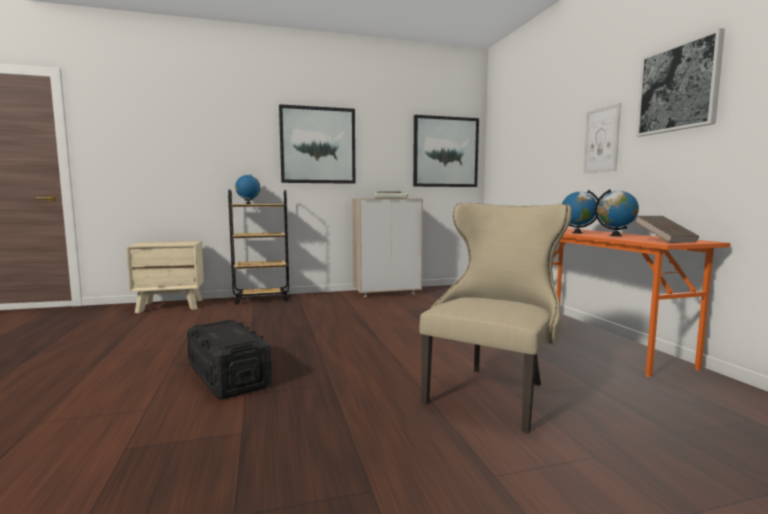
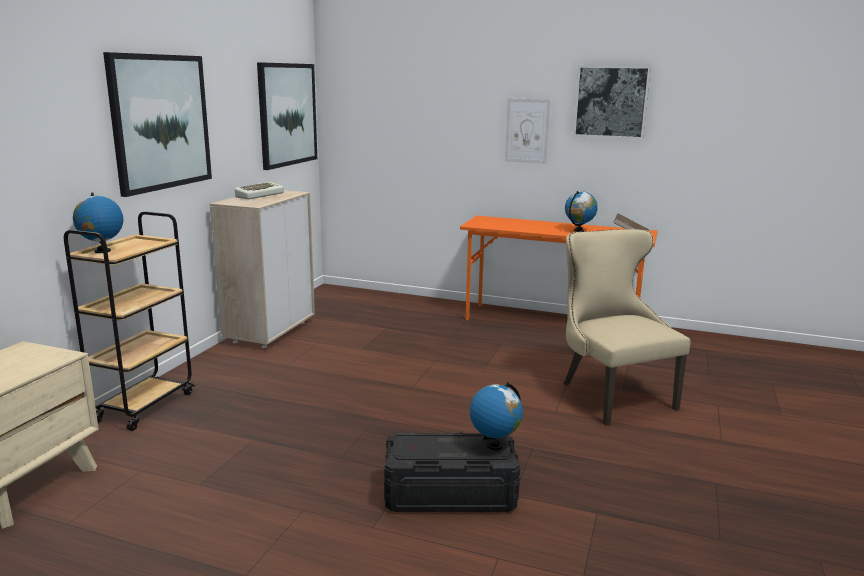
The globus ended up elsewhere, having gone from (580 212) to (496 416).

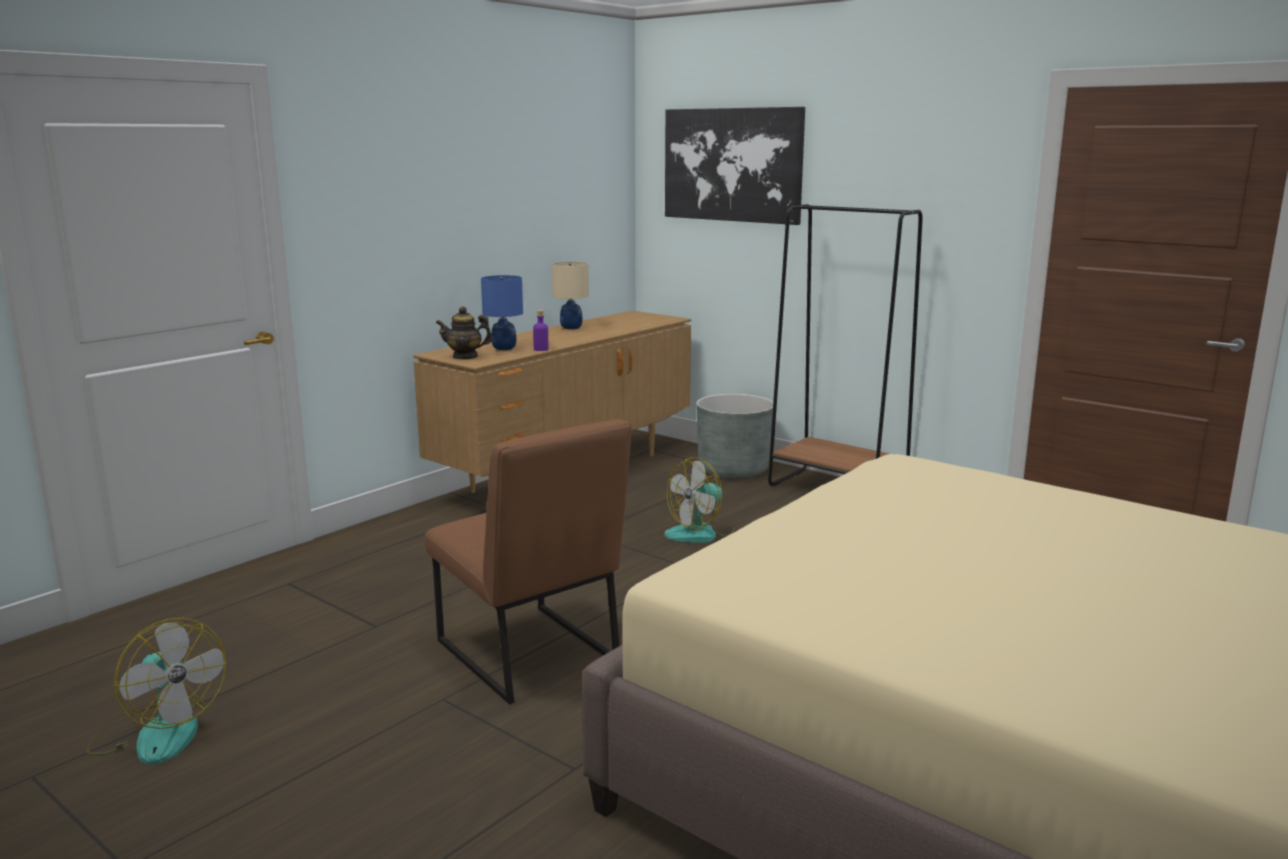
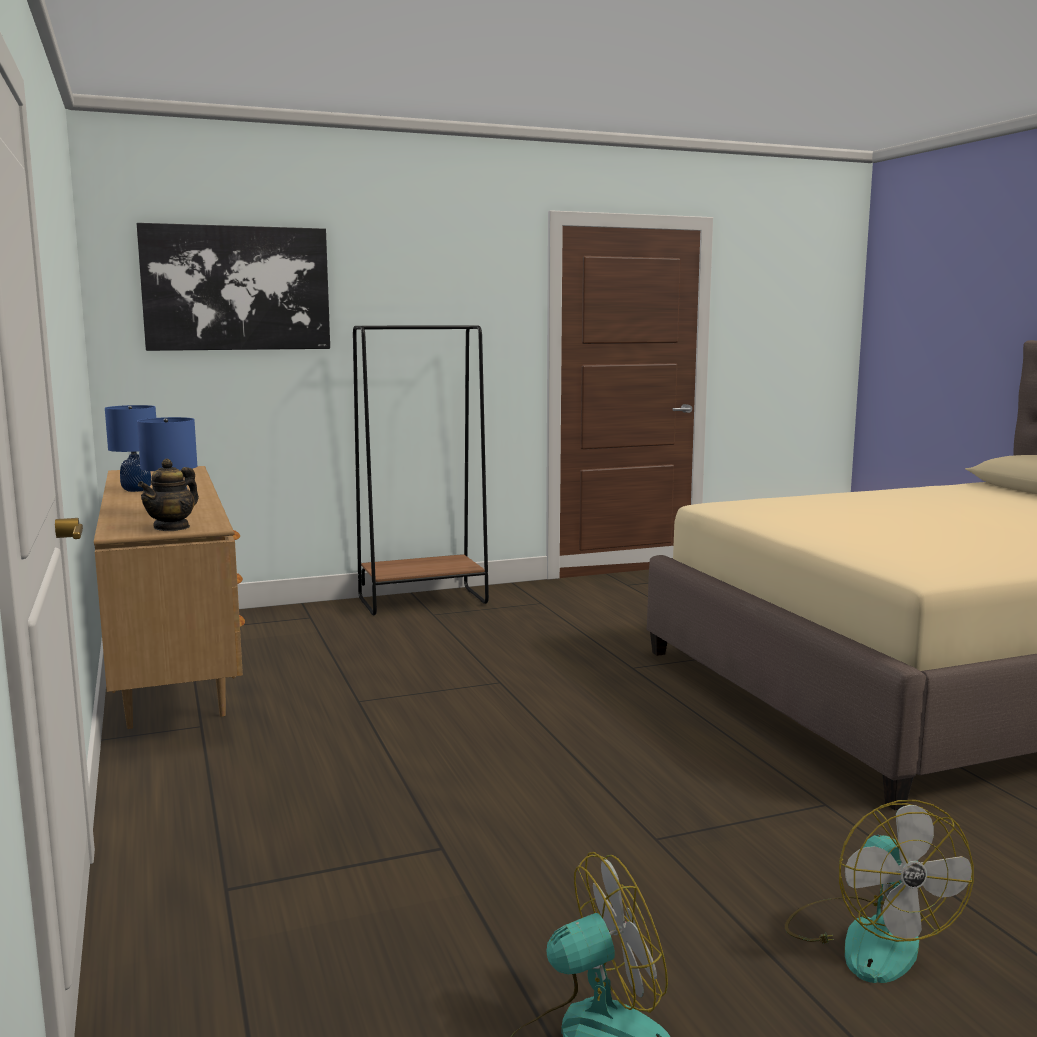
What was the lampa stołowa [beżowy] at (570 295) turned into the lampa stołowa [niebieski] at (130 448). The second view lost the butelka [fioletowy] at (540 330). The second view lost the donica [szary] at (734 436). The second view lost the krzesło [brązowy] at (528 562). The wentylator ended up elsewhere, having gone from (699 500) to (879 891).

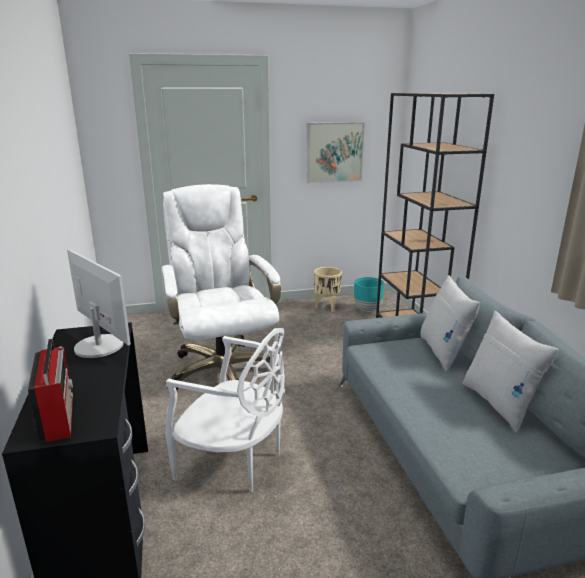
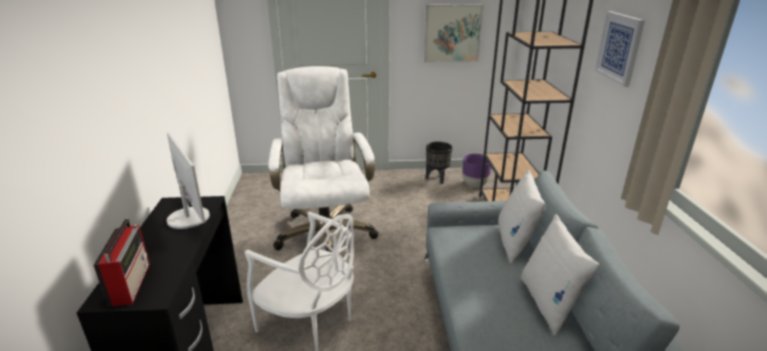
What was the donica [beżowy] at (328 289) turned into the donica [czarny] at (439 162). What was the donica [turkusowy] at (369 294) turned into the donica [fioletowy] at (476 170). The second view gained the obraz at (620 49).

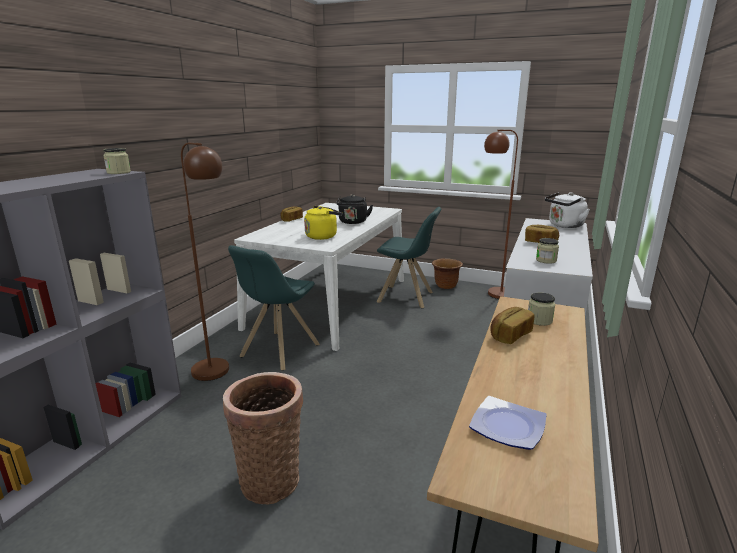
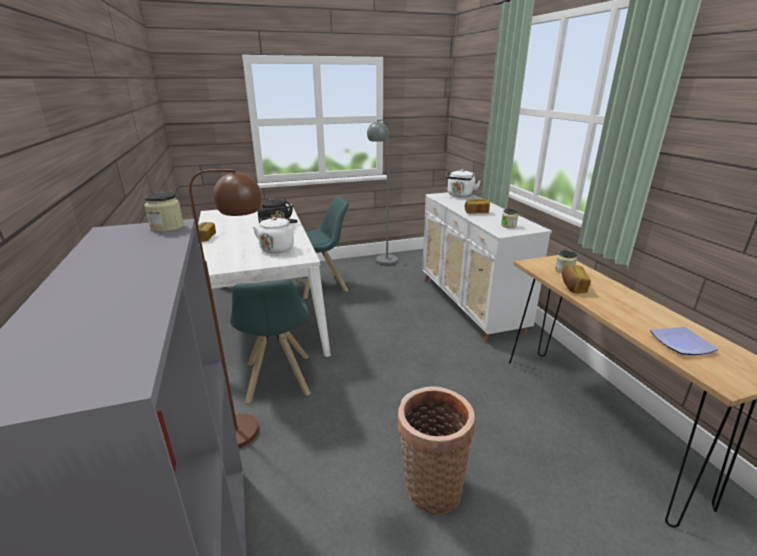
What was the lampa stojąca [brązowy] at (501 214) turned into the lampa stojąca [szary] at (382 192). What was the czajnik [żółty] at (323 223) turned into the czajnik [biały] at (275 235). The second view lost the donica [brązowy] at (447 273).

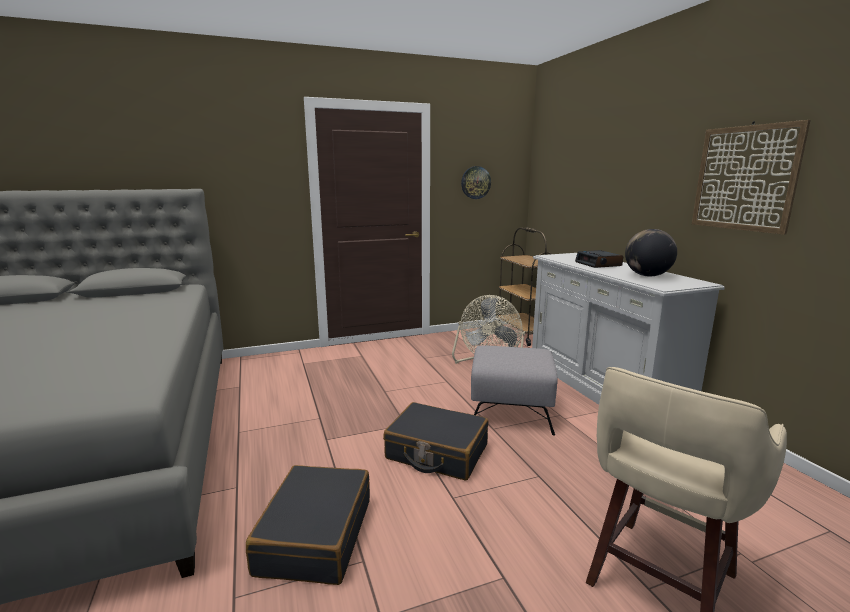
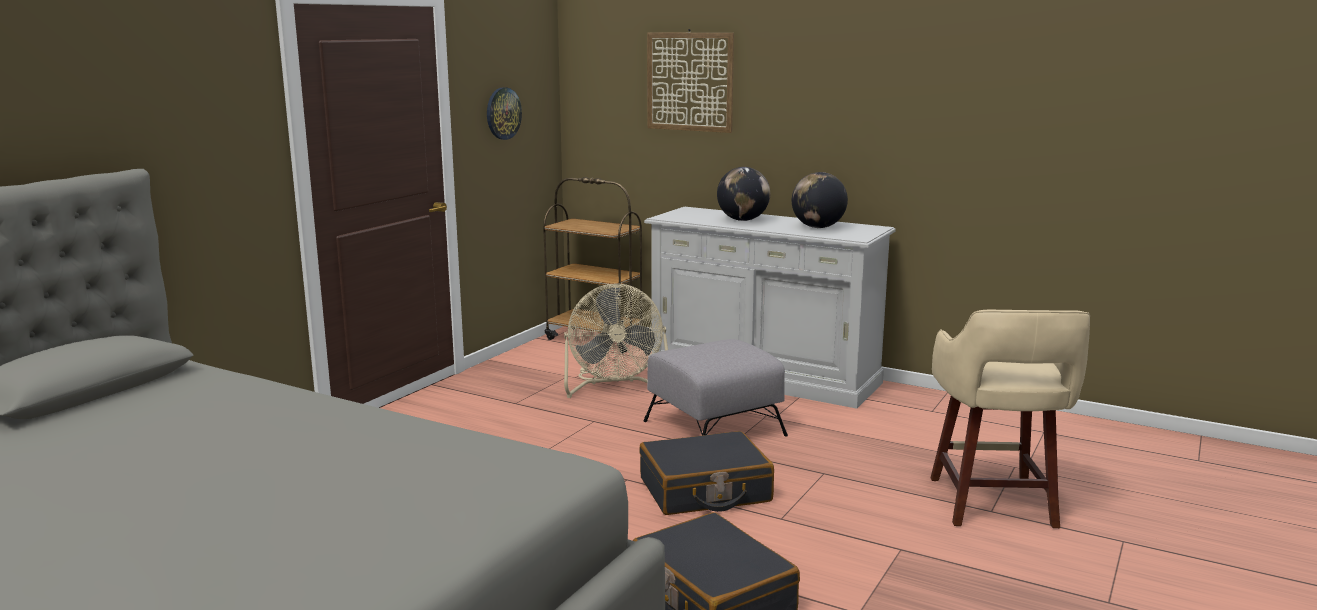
The obraz ended up elsewhere, having gone from (751 177) to (690 81). Where the budzik stood at (599 259), the globus came to stand at (743 194).

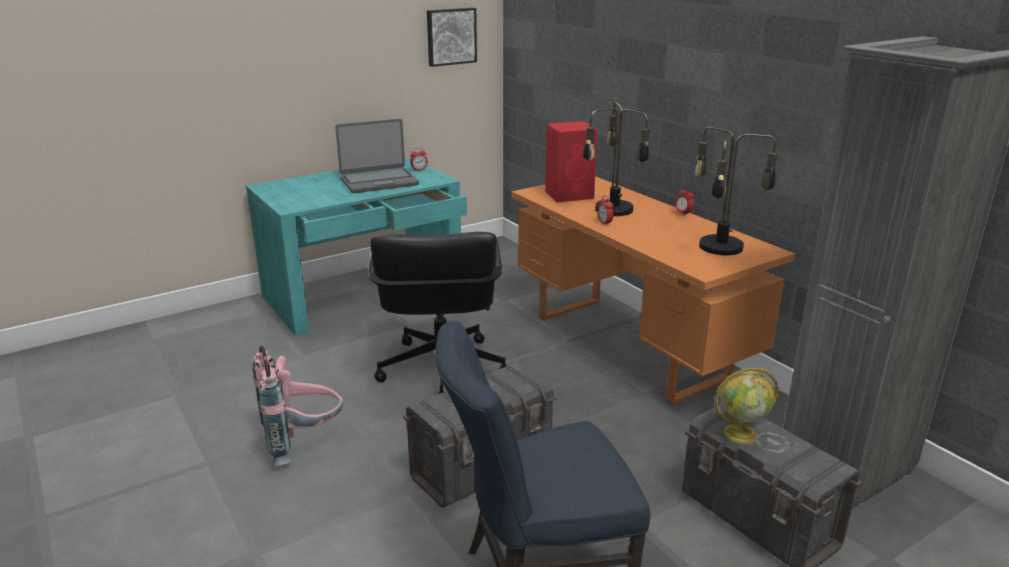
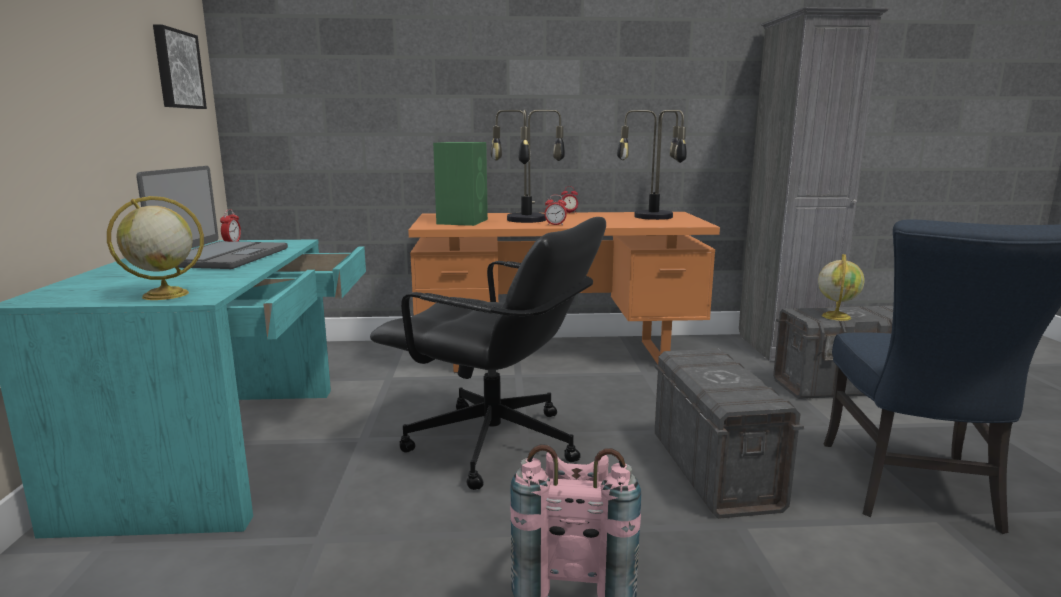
What was the głośnik [czerwony] at (571 161) turned into the głośnik [zielony] at (460 184). The second view gained the globus at (155 248).

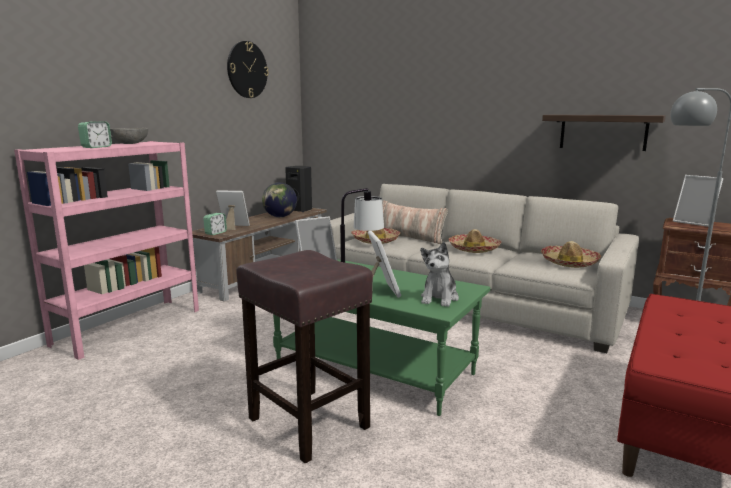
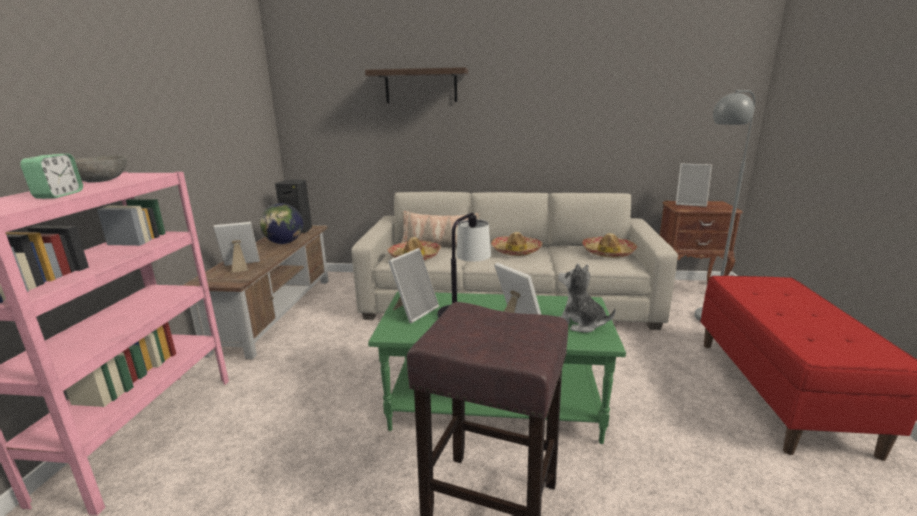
The second view lost the zegar ścienny at (248 69). The półka ended up elsewhere, having gone from (604 132) to (416 85). The second view lost the budzik at (215 224). The pluszak at (439 274) ended up facing another way, 135 degrees clockwise from before.

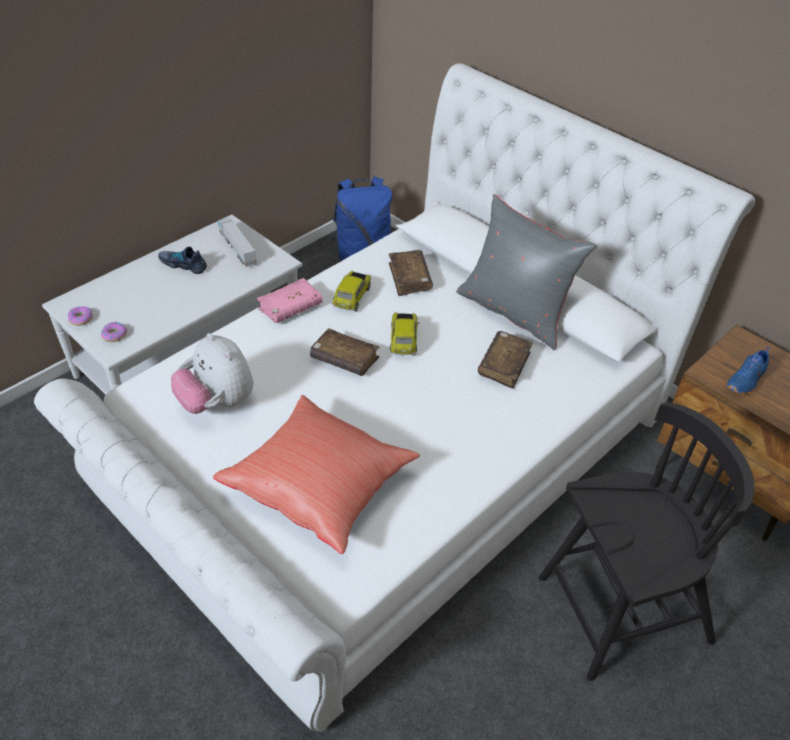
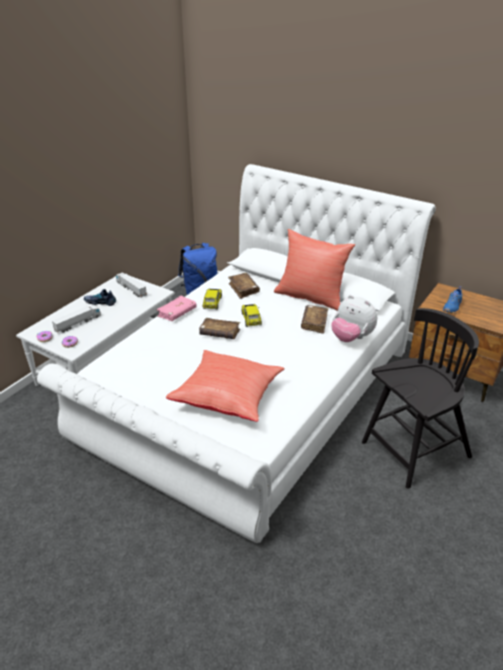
What was the poduszka [szary] at (527 272) turned into the poduszka [czerwony] at (314 270). The pluszak ended up elsewhere, having gone from (212 373) to (354 318). The second view gained the ciężarówka zabawkowa at (76 319).

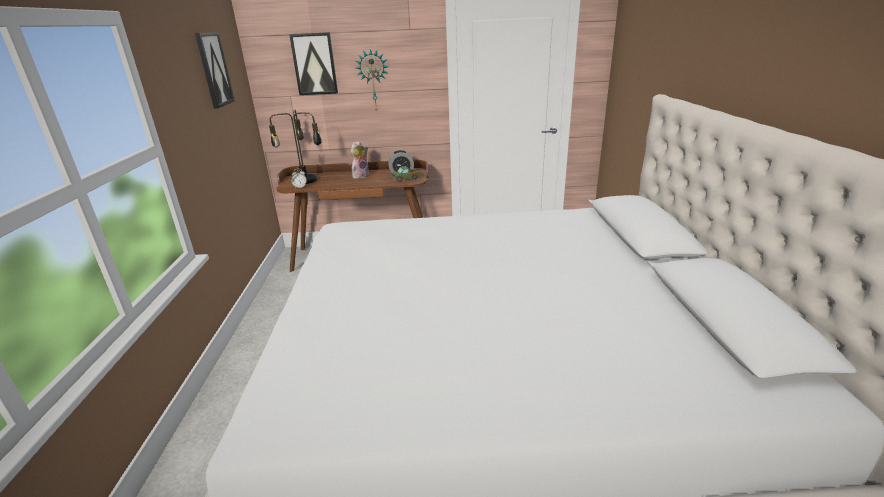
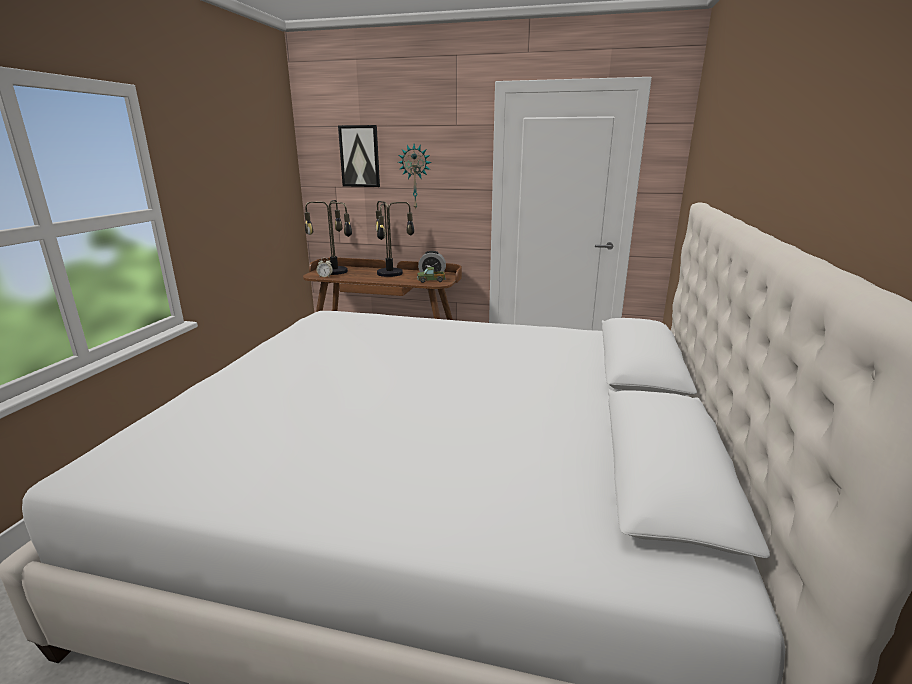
The second view lost the obraz at (215 70). Where the pluszak stood at (360 160), the lampa stołowa came to stand at (395 239).

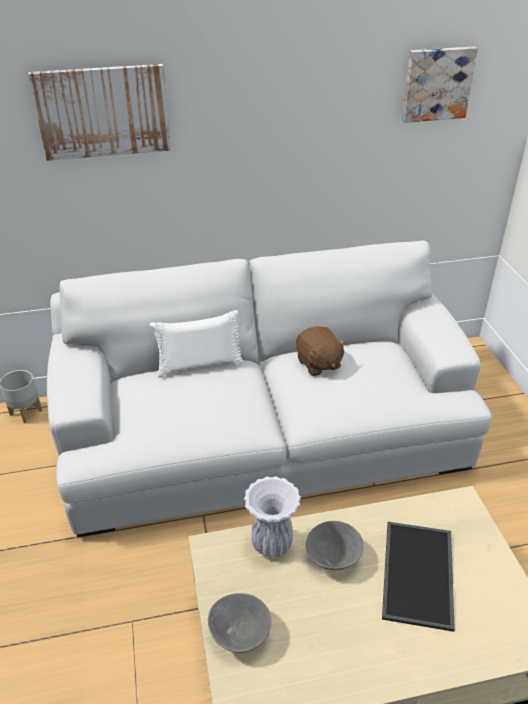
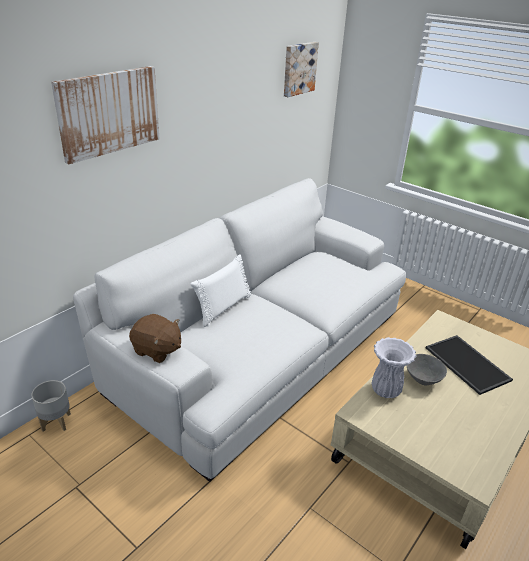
The pluszak [brązowy] ended up elsewhere, having gone from (321 351) to (155 338). The second view lost the miska [szary] at (240 623).

